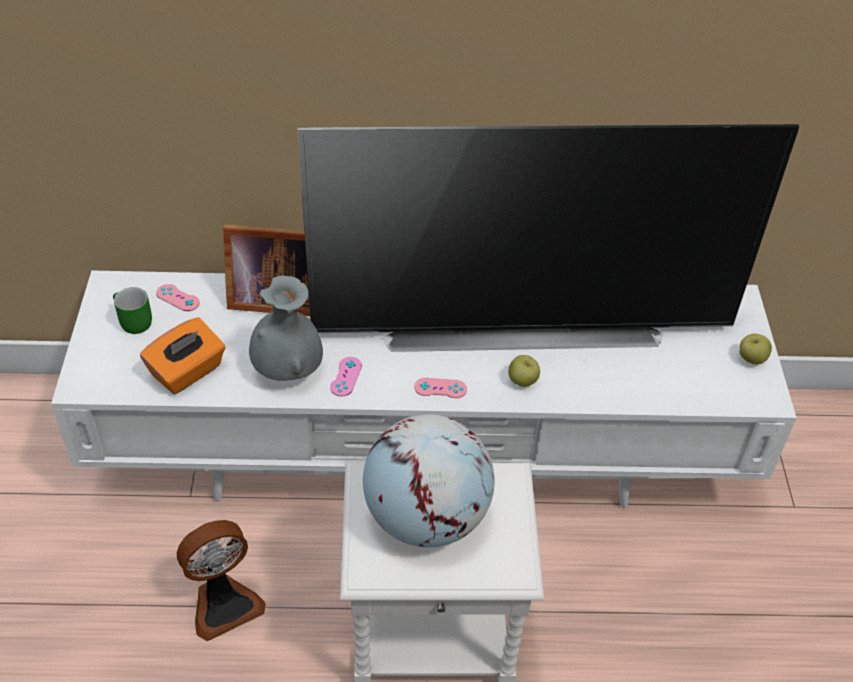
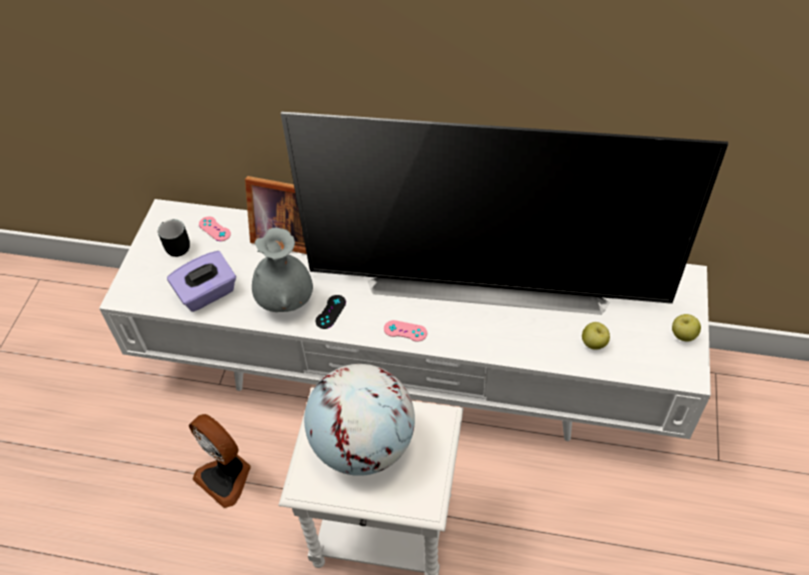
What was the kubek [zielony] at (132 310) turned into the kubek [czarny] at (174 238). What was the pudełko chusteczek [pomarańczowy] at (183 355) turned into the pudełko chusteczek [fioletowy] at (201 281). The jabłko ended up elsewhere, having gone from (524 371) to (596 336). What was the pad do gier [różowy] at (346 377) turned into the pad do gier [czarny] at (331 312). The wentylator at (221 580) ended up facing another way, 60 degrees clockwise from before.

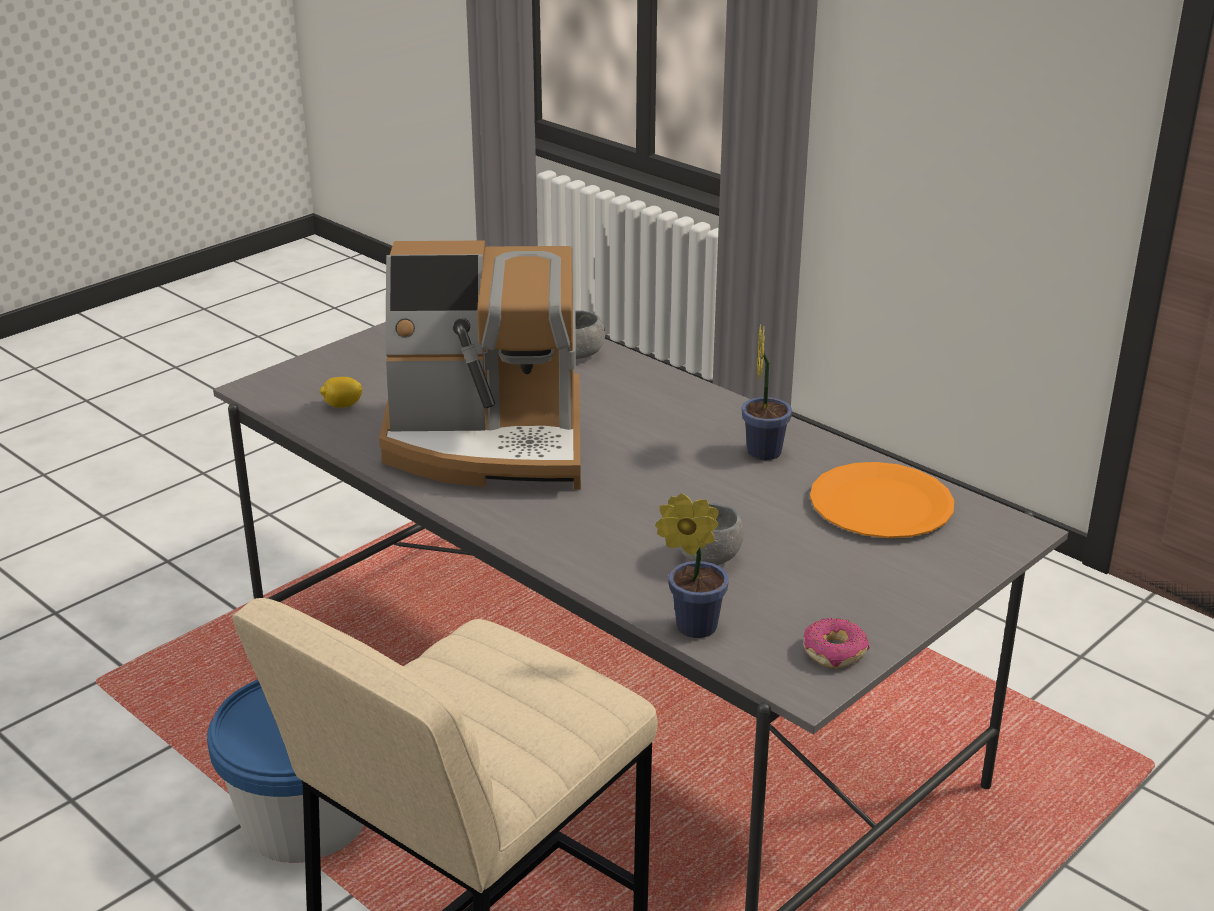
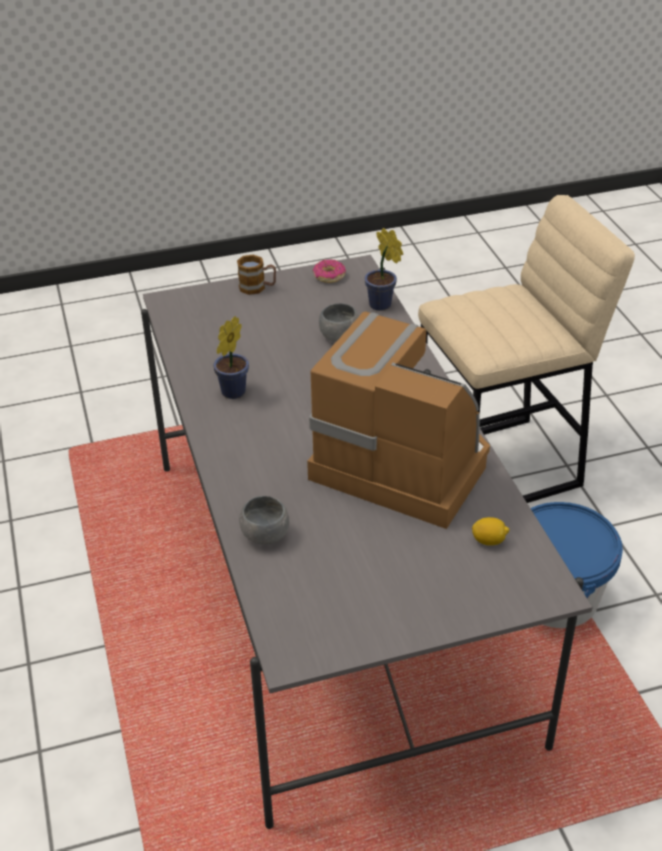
The second view lost the talerz [pomarańczowy] at (882 500). The second view gained the kubek at (256 275).

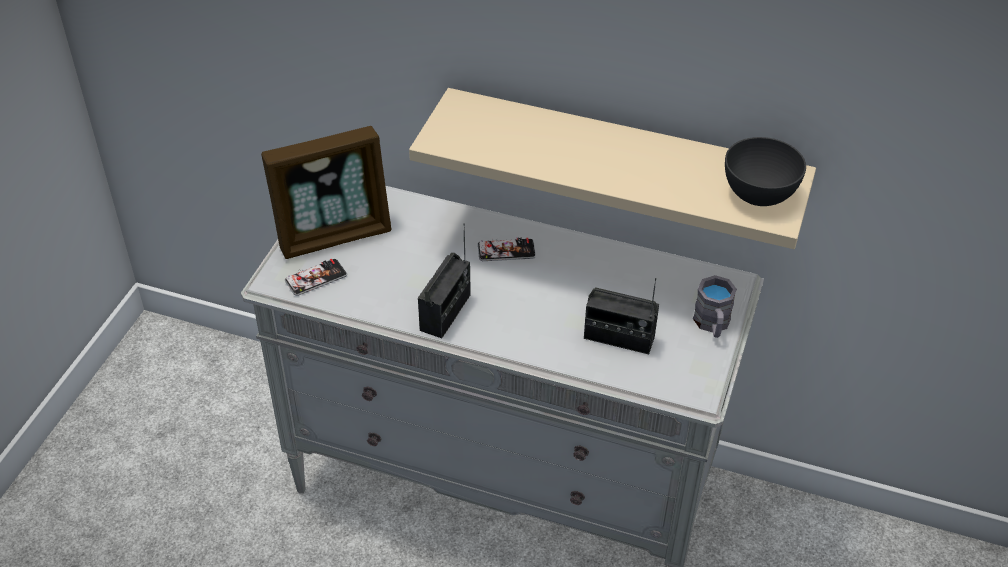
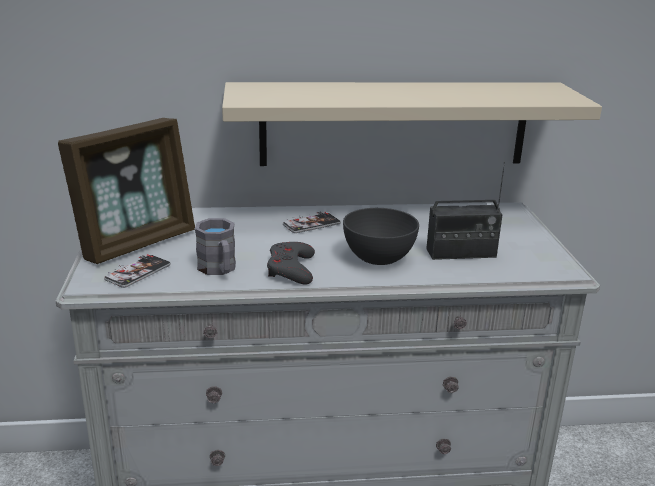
The miska [szary] ended up elsewhere, having gone from (765 171) to (381 236). Where the radio stood at (444 281), the pad do gier [szary] came to stand at (291 263). The kubek [szary] ended up elsewhere, having gone from (715 306) to (215 246).

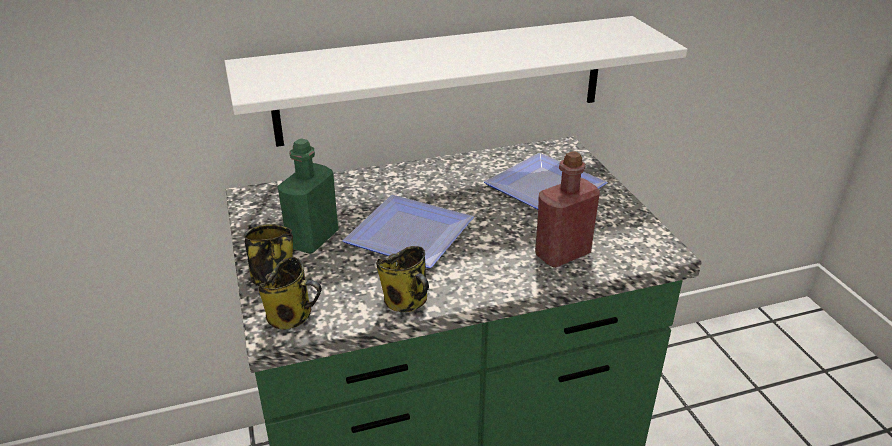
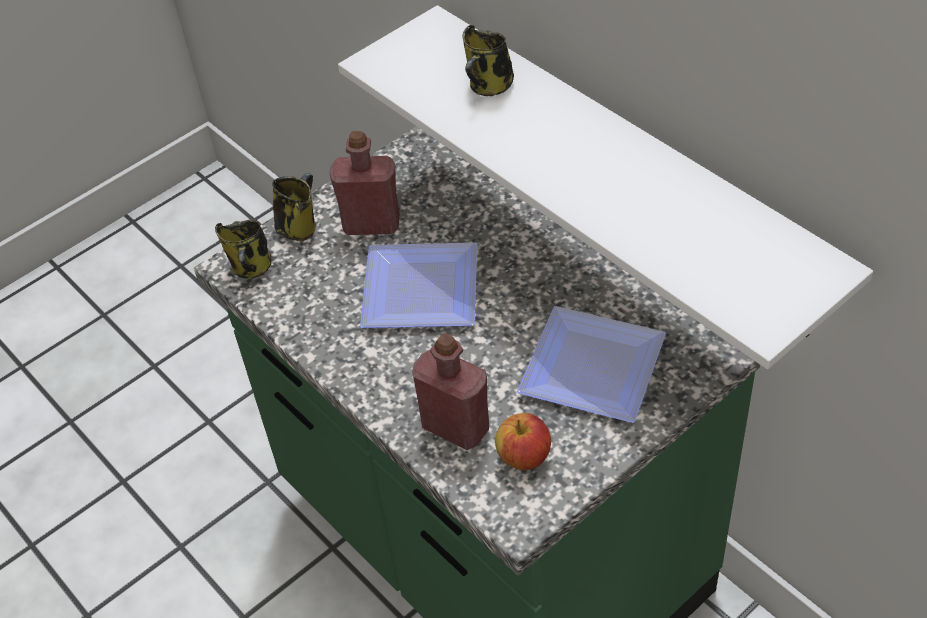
What was the butelka [zielony] at (307 196) turned into the butelka [czerwony] at (364 183). The kubek ended up elsewhere, having gone from (402 279) to (488 60). The second view gained the jabłko at (523 441).

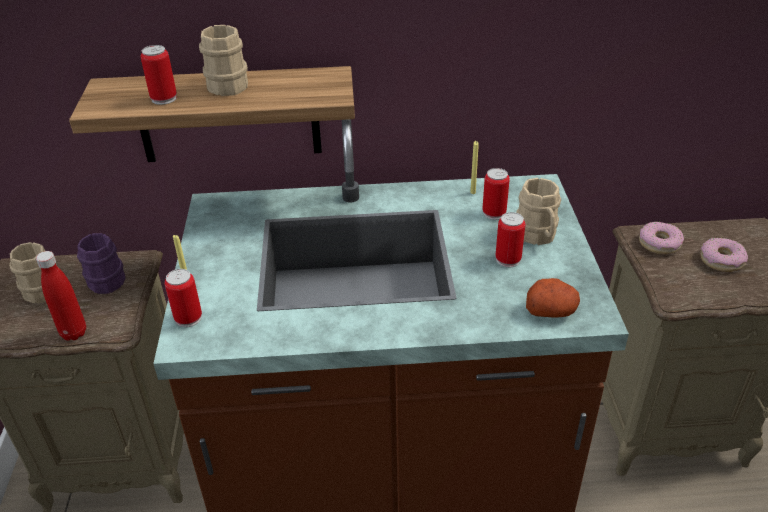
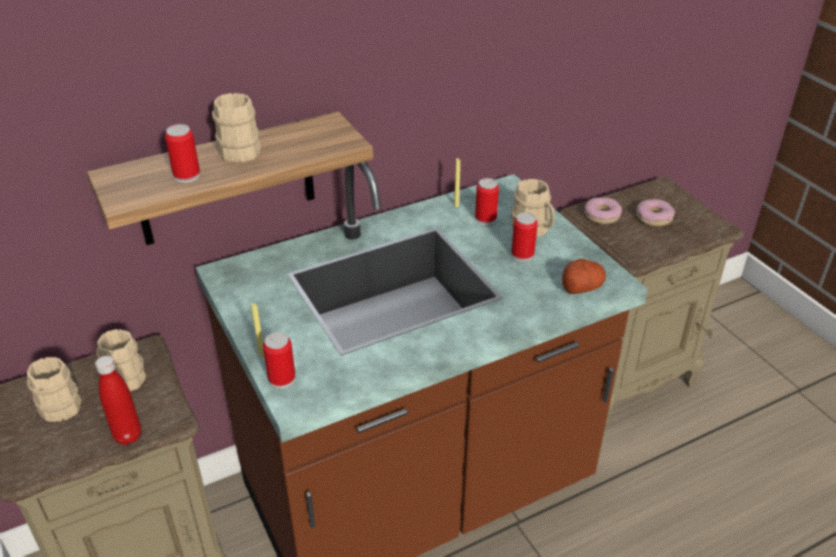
What was the kubek [fioletowy] at (101 263) turned into the kubek [beżowy] at (121 360).

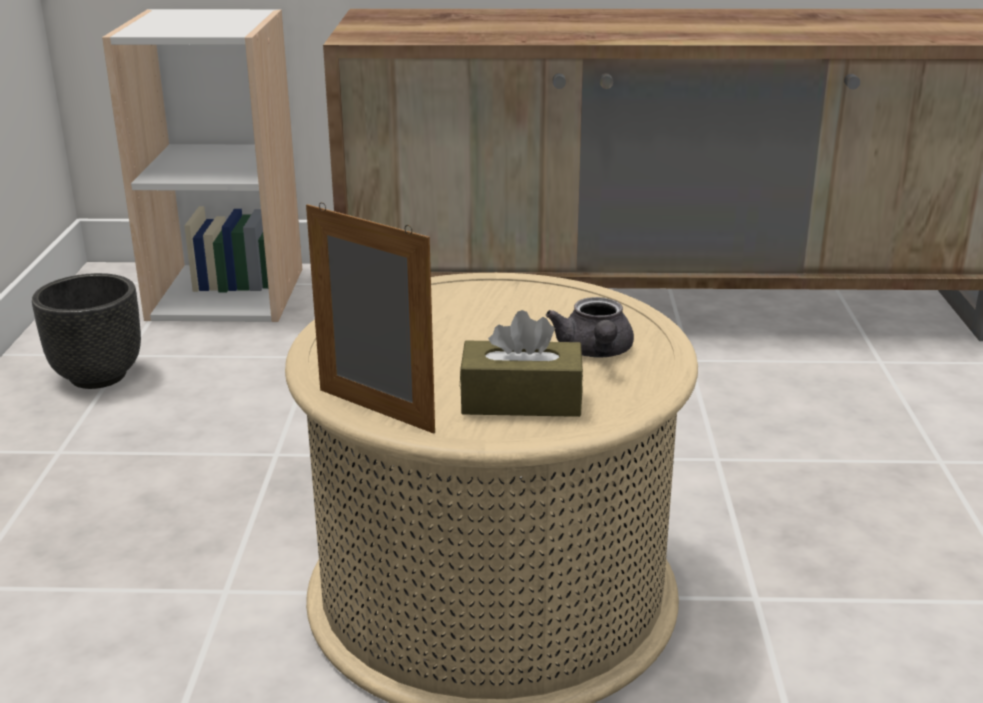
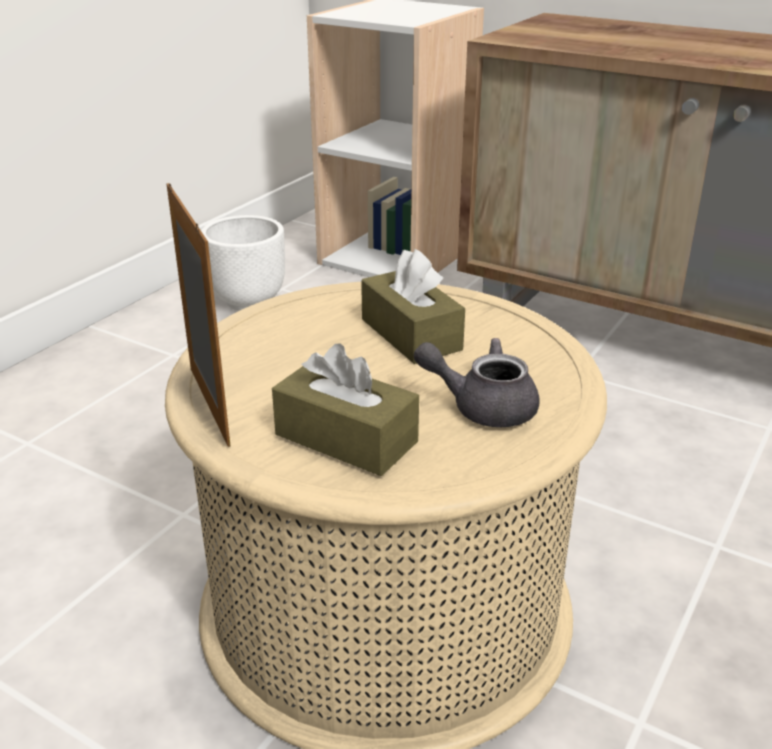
What was the donica [czarny] at (86 331) turned into the donica [biały] at (243 263). The imbryk [szary] at (590 327) ended up facing another way, 75 degrees clockwise from before. The second view gained the pudełko chusteczek [brązowy] at (413 306).

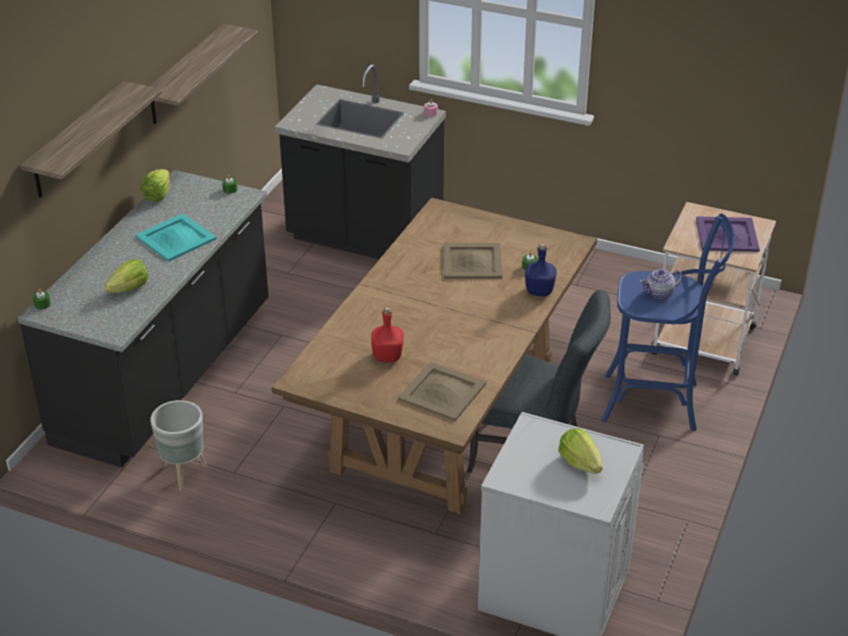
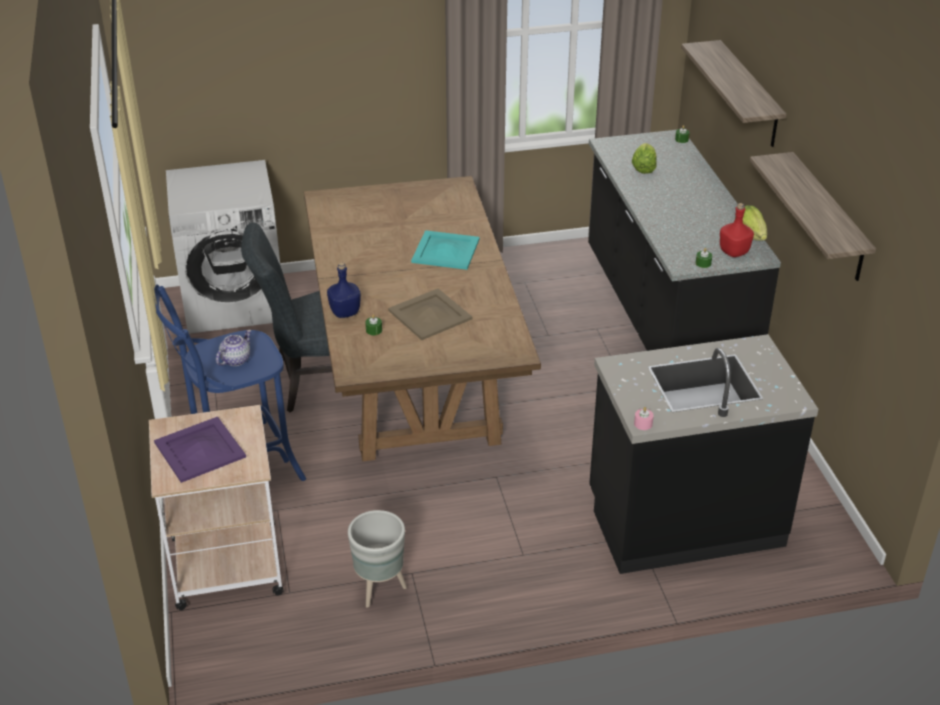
The taca [turkusowy] ended up elsewhere, having gone from (175 238) to (445 250). The butelka [czerwony] ended up elsewhere, having gone from (387 334) to (737 230). The second view lost the taca [beżowy] at (442 391). The donica [szary] ended up elsewhere, having gone from (178 445) to (377 559). The second view lost the sałata at (580 451).

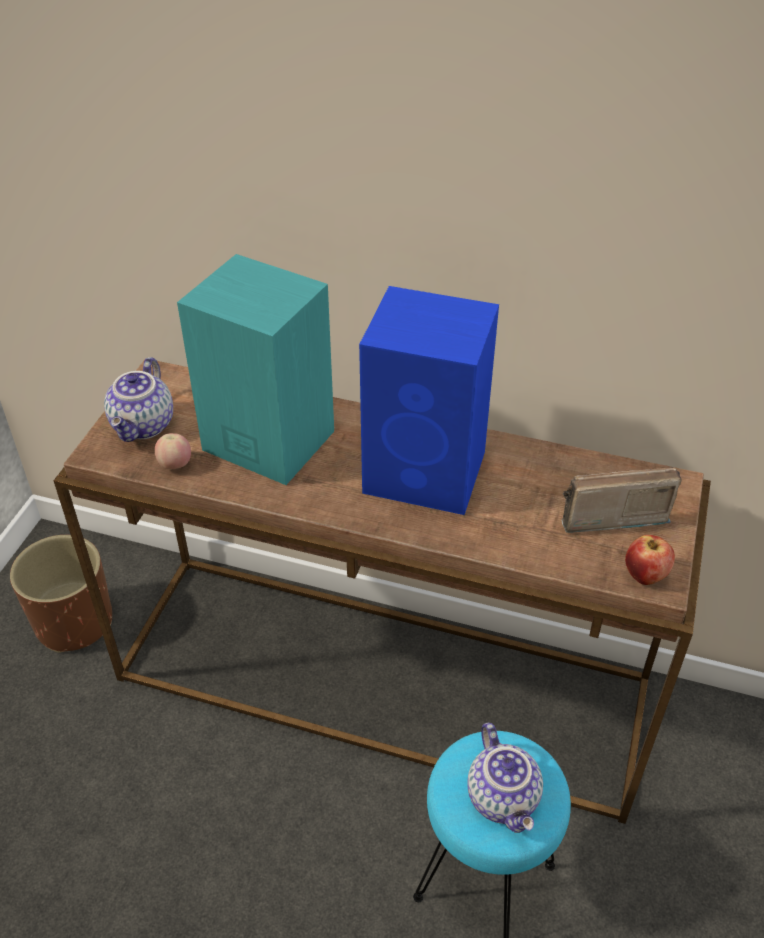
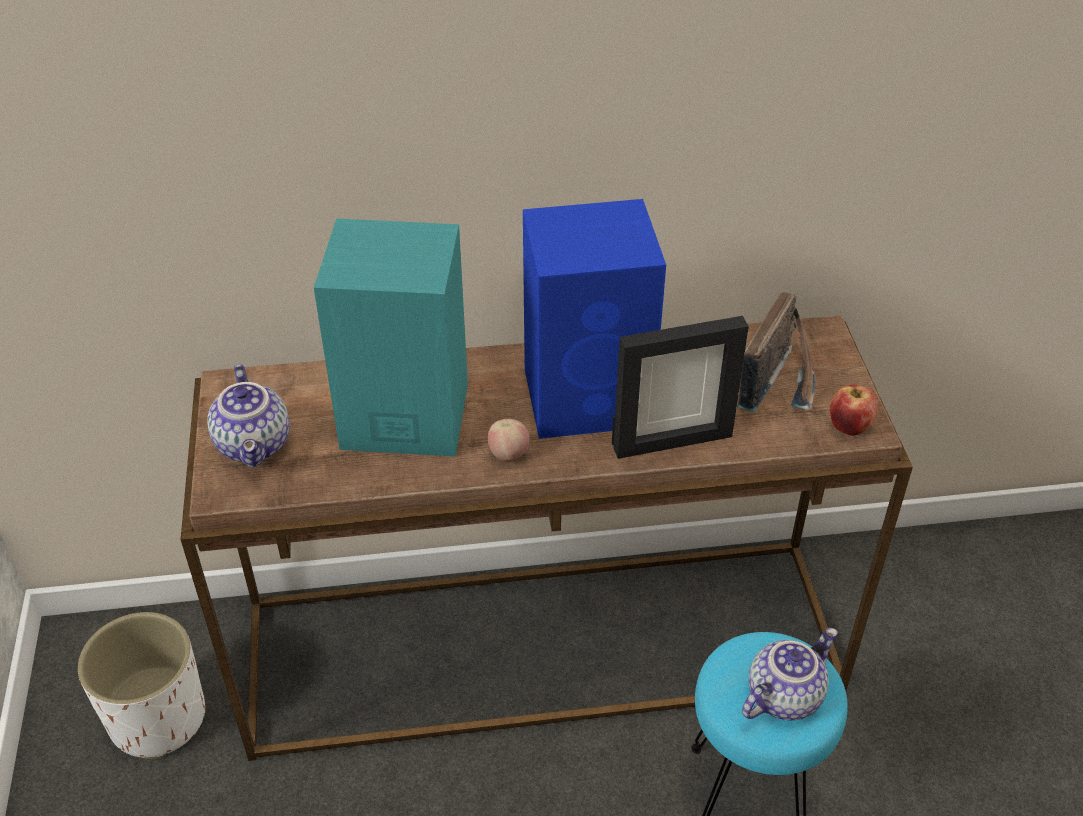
The jabłko ended up elsewhere, having gone from (173 451) to (508 440). The radio at (621 500) ended up facing another way, 150 degrees clockwise from before. What was the donica [brązowy] at (61 594) turned into the donica [biały] at (141 685). The imbryk at (505 778) ended up facing another way, 90 degrees counterclockwise from before. The second view gained the ramka na zdjęcie at (680 387).

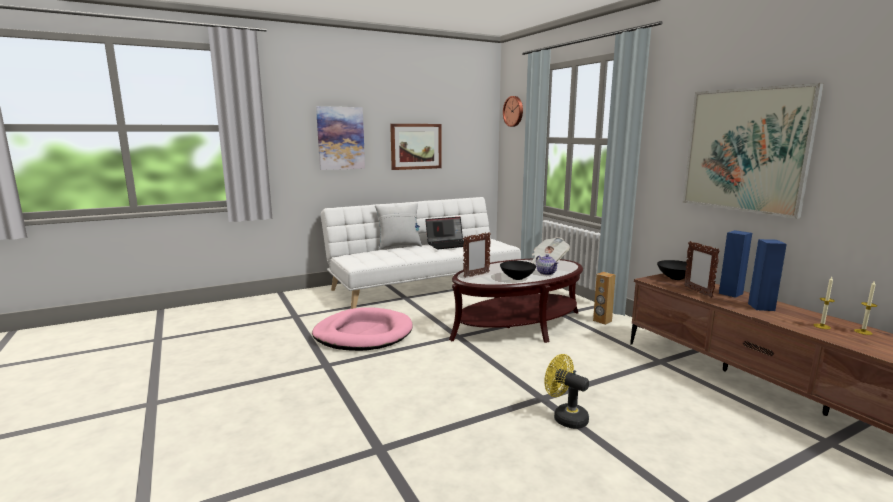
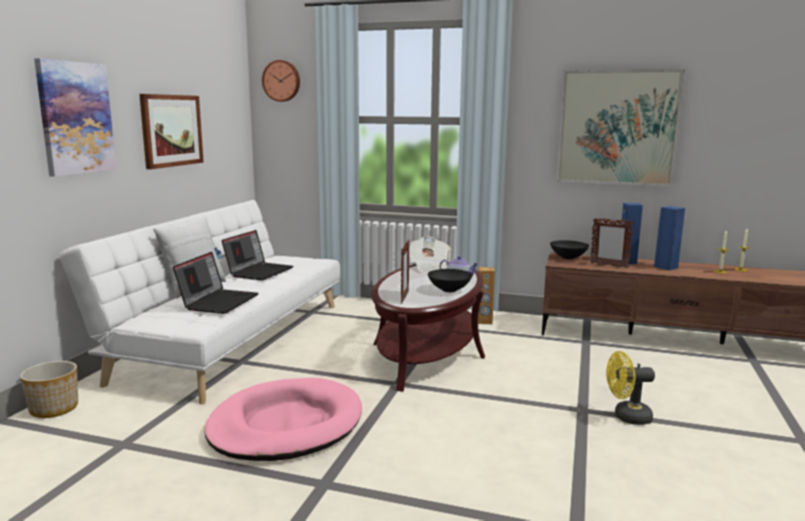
The second view gained the laptop at (215 283). The second view gained the donica at (49 389).

